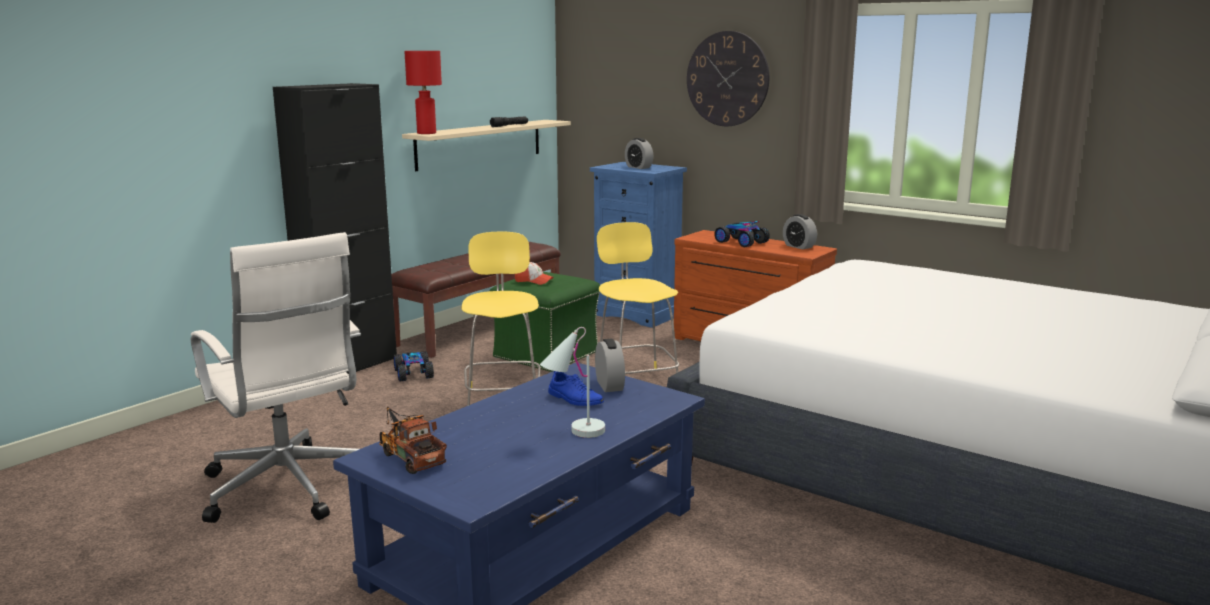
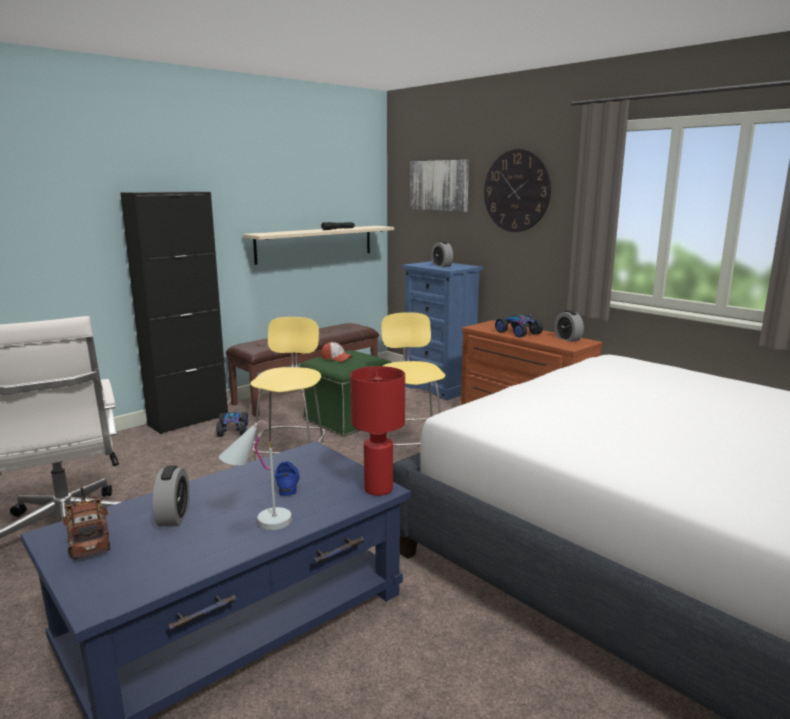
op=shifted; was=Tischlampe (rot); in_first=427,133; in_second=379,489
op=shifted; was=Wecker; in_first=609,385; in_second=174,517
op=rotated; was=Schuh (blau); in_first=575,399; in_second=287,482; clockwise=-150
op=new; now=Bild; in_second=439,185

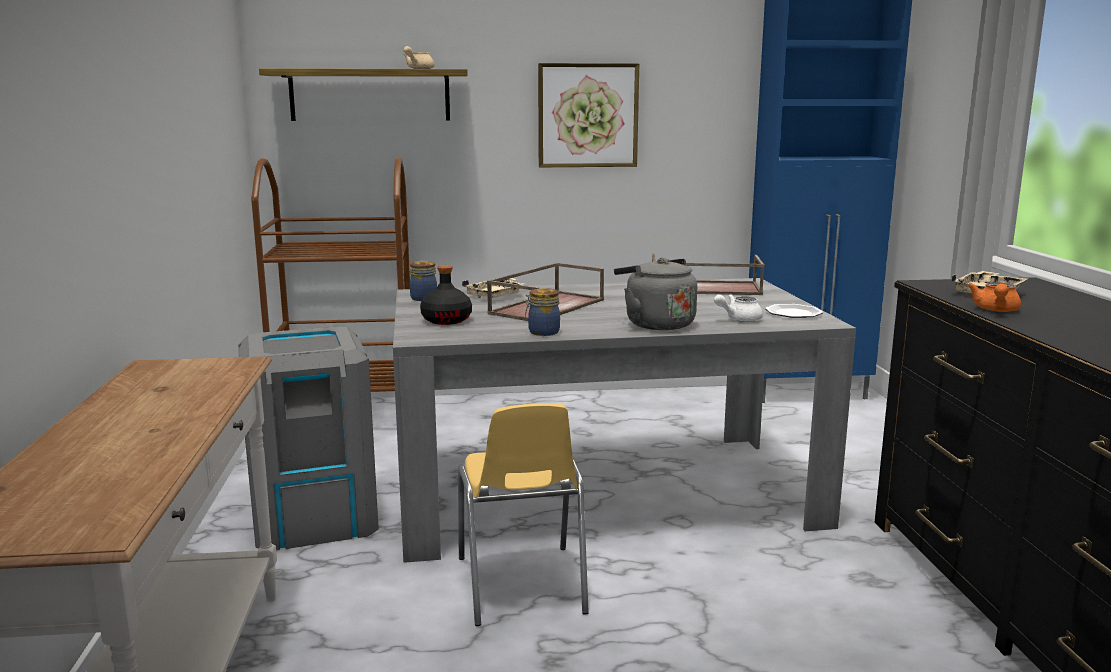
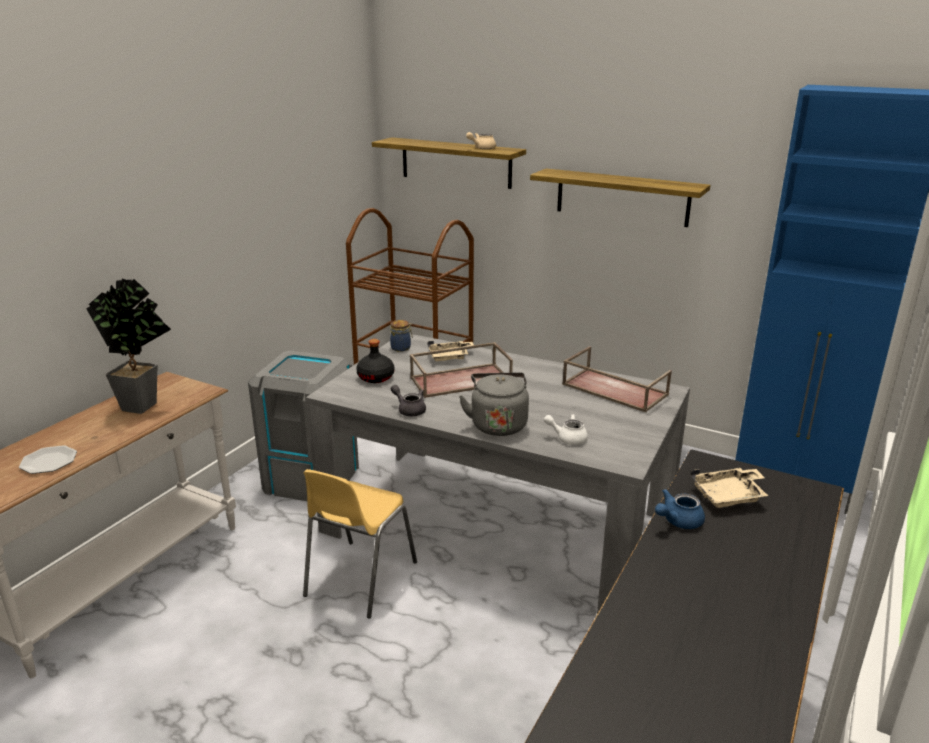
op=swapped; was=Bild; now=Wandregal; in_first=588,115; in_second=622,197
op=repainted; was=Teekanne (orange); now=Teekanne (blau); in_first=995,310; in_second=677,521
op=swapped; was=Vorratsglas; now=Teekanne (grau); in_first=542,332; in_second=409,410
op=shifted; was=Teller; in_first=793,313; in_second=48,462
op=new; now=Topfpflanze; in_second=145,404

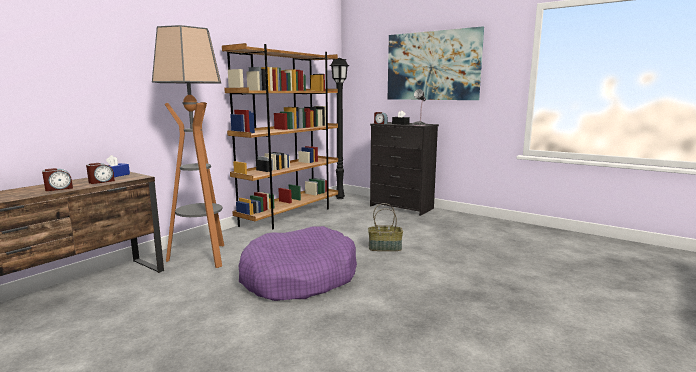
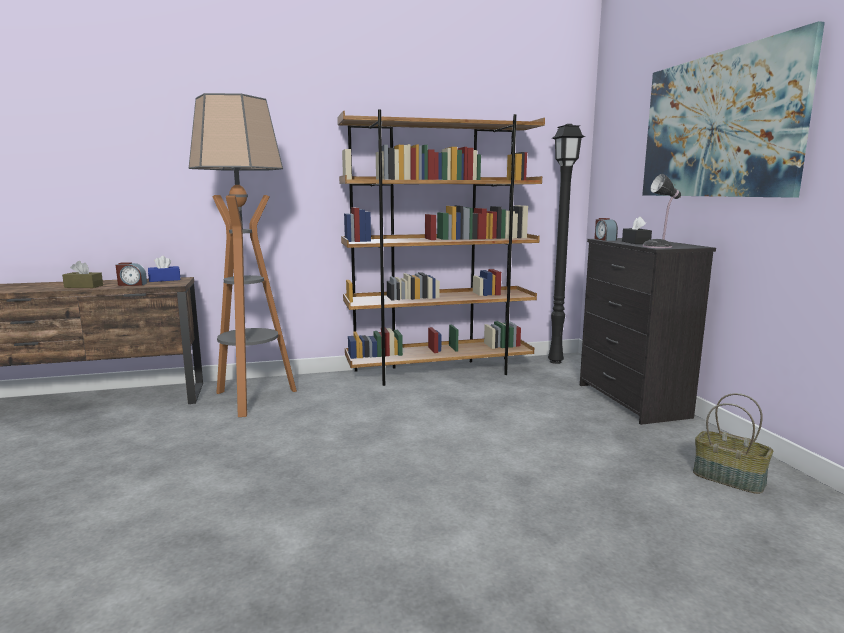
op=swapped; was=Wecker; now=Taschentuchbox (braun); in_first=59,188; in_second=83,286
op=shifted; was=Korb; in_first=385,247; in_second=729,478
op=gone; was=Hundebett (lila); in_first=299,277

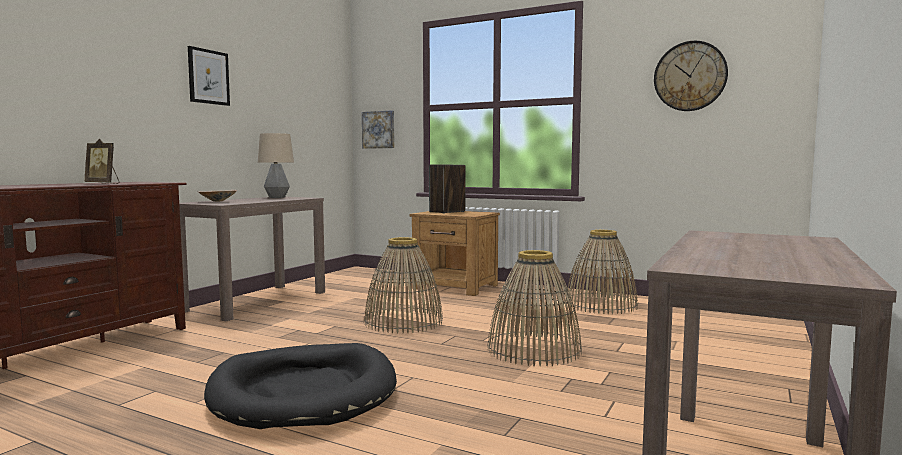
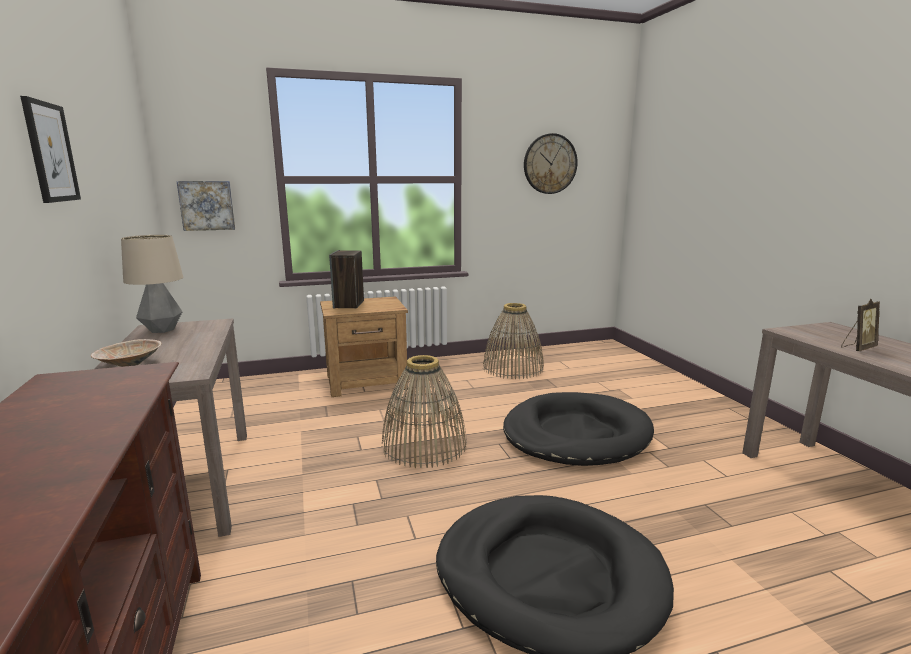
op=shifted; was=Bilderrahmen; in_first=103,183; in_second=857,348
op=swapped; was=Korb; now=Hundebett (schwarz); in_first=533,350; in_second=576,434

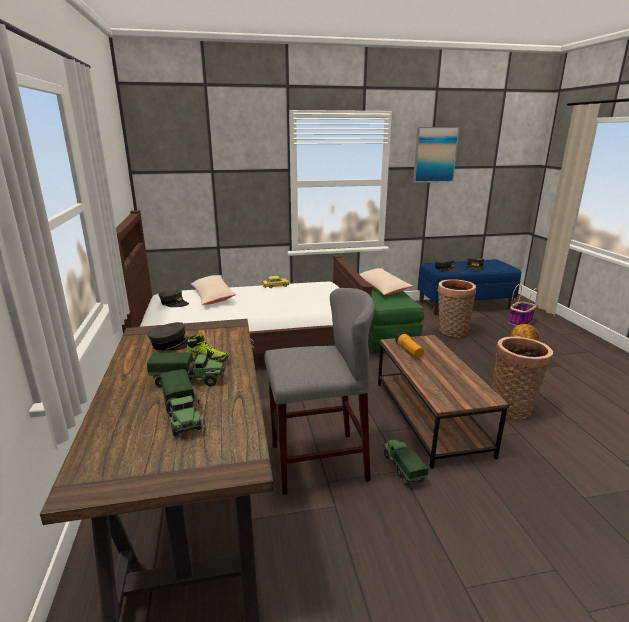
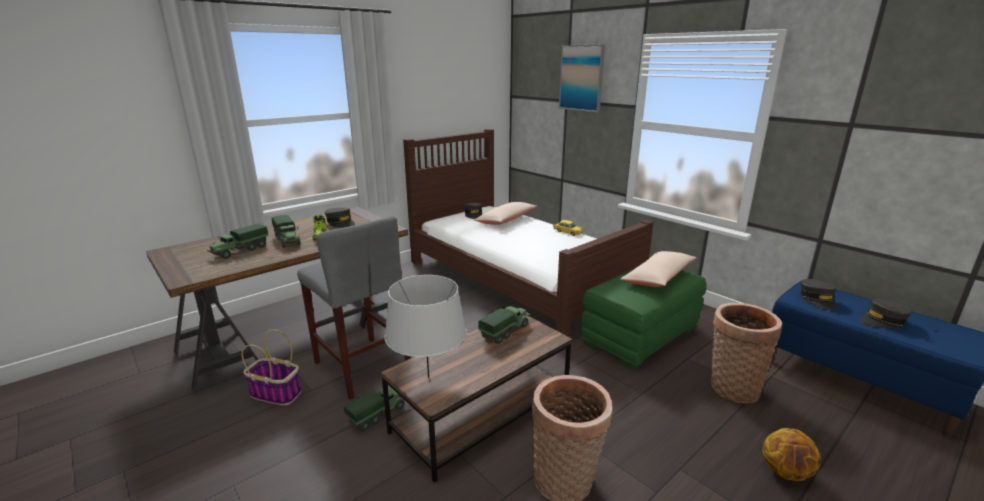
op=shifted; was=Bild; in_first=435,155; in_second=581,78
op=shifted; was=Korb; in_first=520,321; in_second=277,393
op=swapped; was=Taschenlampe; now=Spielzeuglaster; in_first=409,351; in_second=505,331
op=new; now=Tischlampe (grau); in_second=428,378

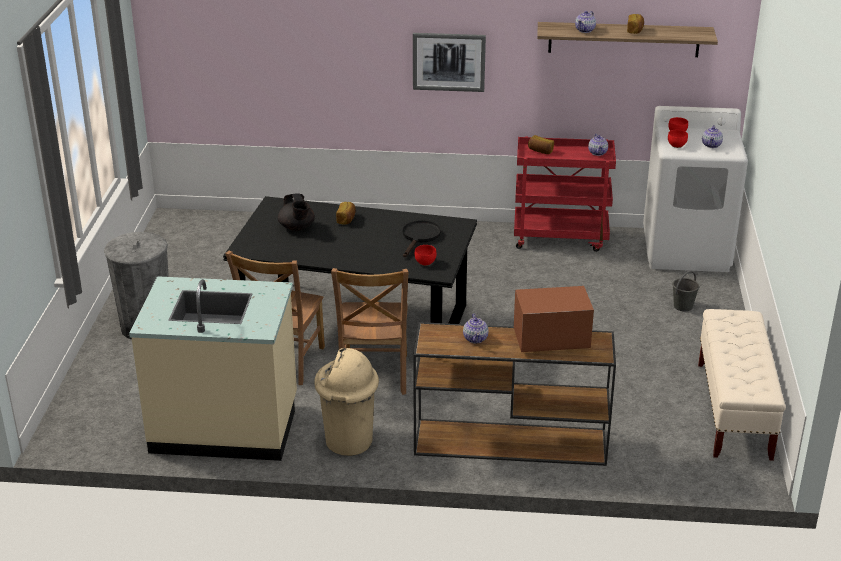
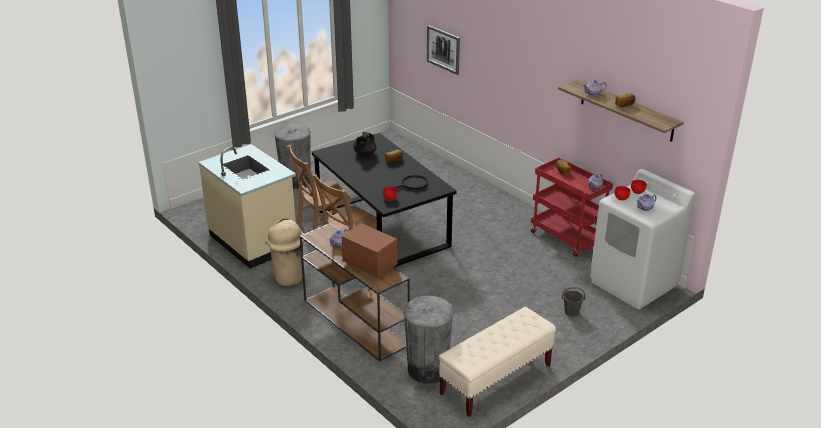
op=shifted; was=Bild; in_first=449,61; in_second=443,49
op=new; now=Mülleimer (grau); in_second=428,369

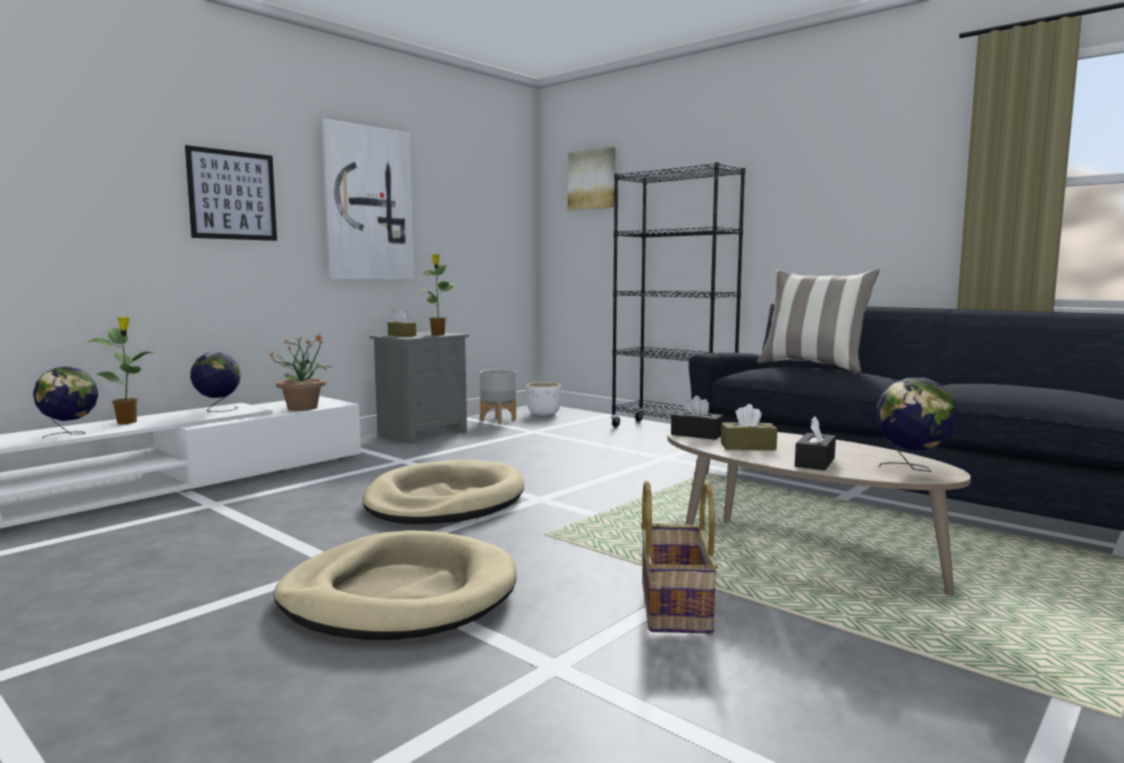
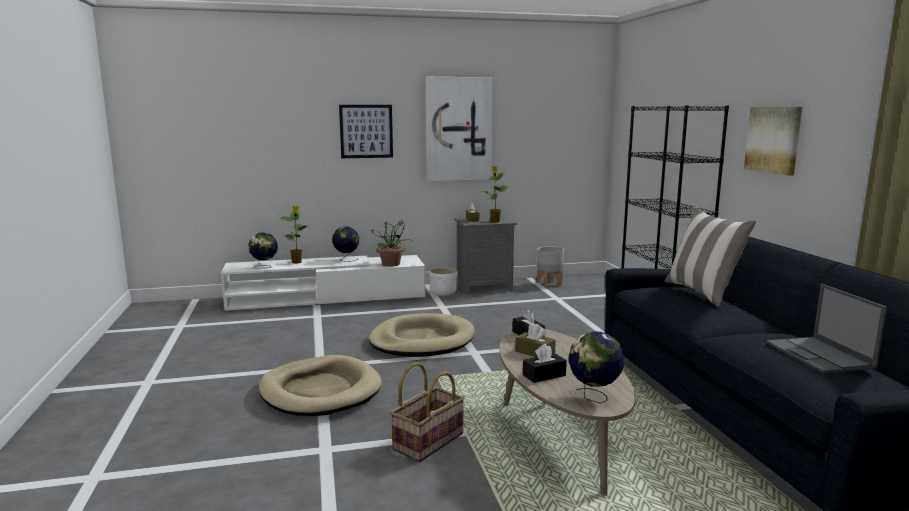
op=shifted; was=Bild; in_first=592,179; in_second=773,139
op=shifted; was=Pflanzkübel (weiß); in_first=544,414; in_second=444,294
op=new; now=Laptop; in_second=820,355

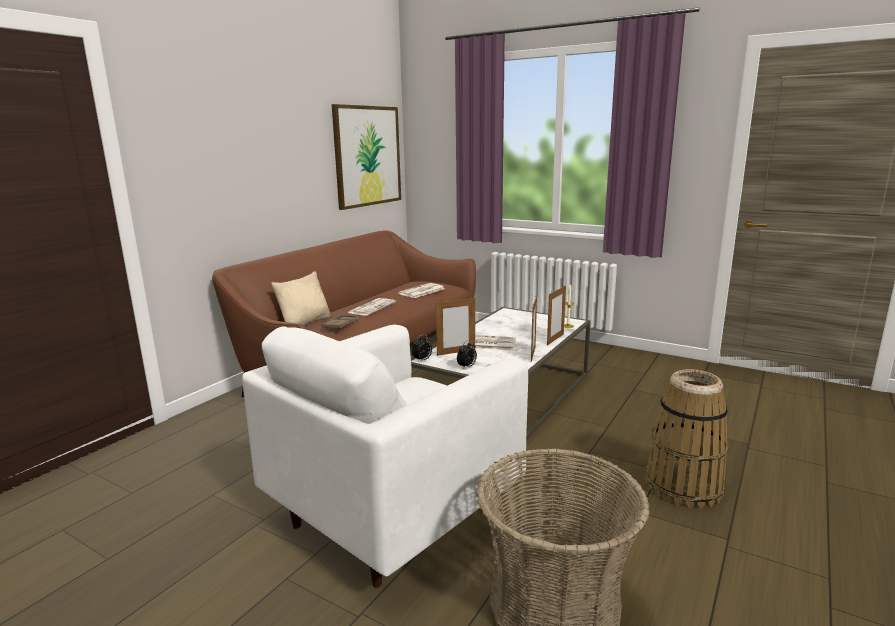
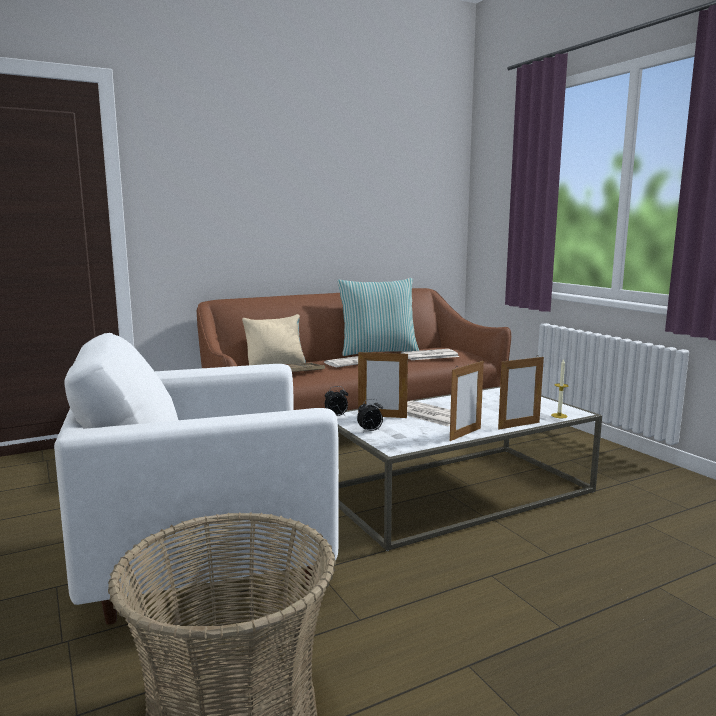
op=gone; was=Bild; in_first=367,156
op=gone; was=Korb; in_first=683,486
op=new; now=Kissen; in_second=378,352

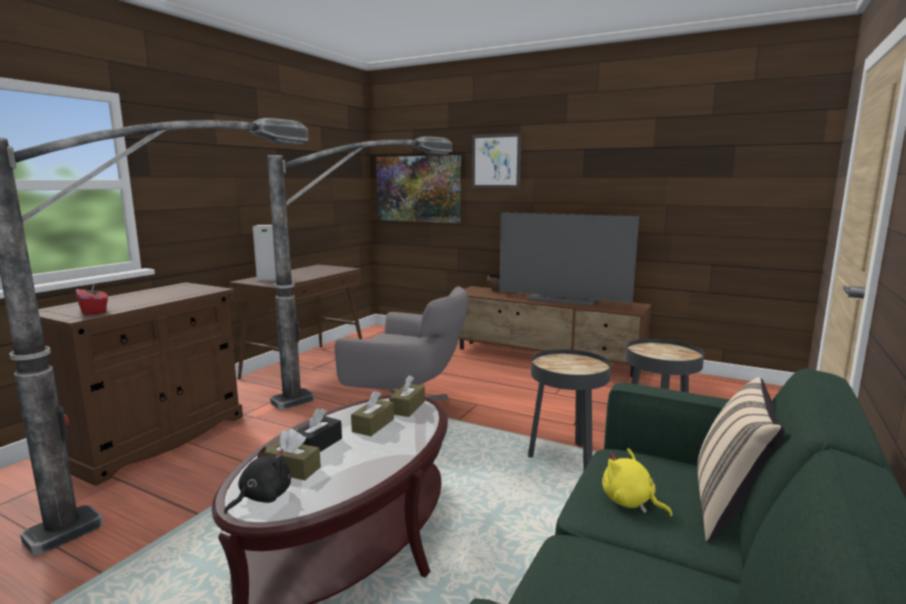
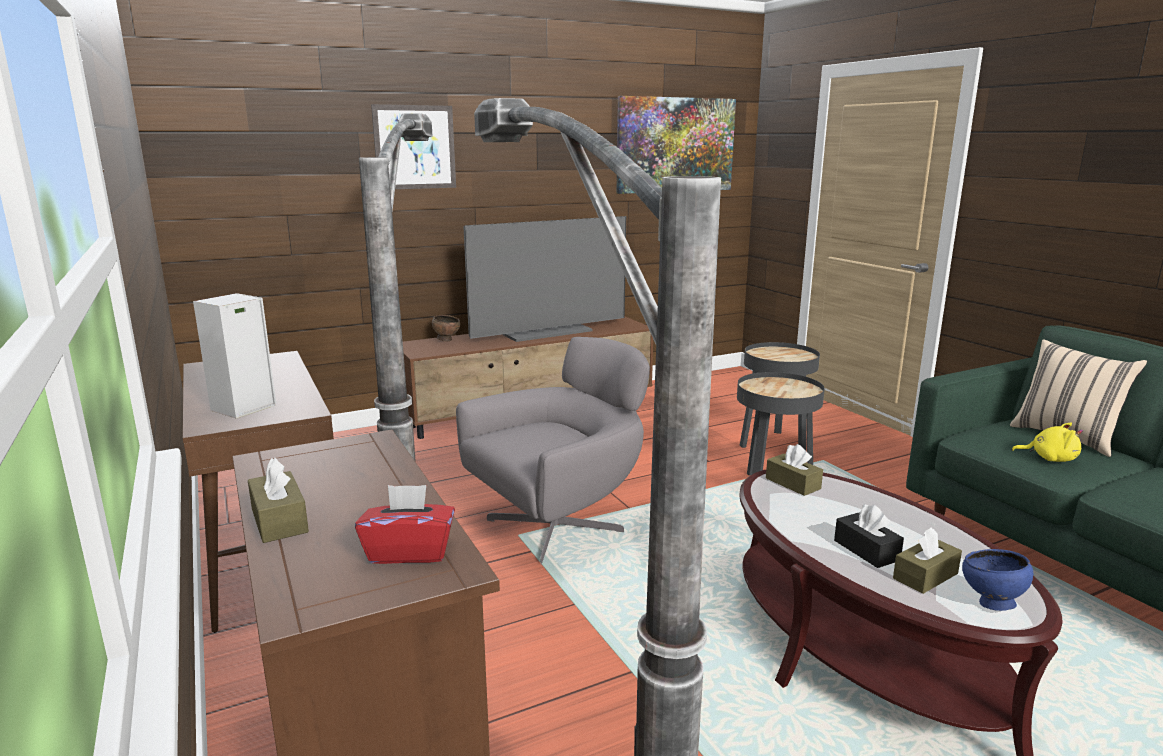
op=shifted; was=Bild; in_first=418,189; in_second=675,145
op=shifted; was=Taschentuchbox (braun); in_first=373,425; in_second=279,520
op=swapped; was=Plüschtier (schwarz); now=Schüssel (blau); in_first=262,497; in_second=991,604
op=rotated; was=Plüschtier (gelb); in_first=630,502; in_second=1049,458; clockwise=-150

